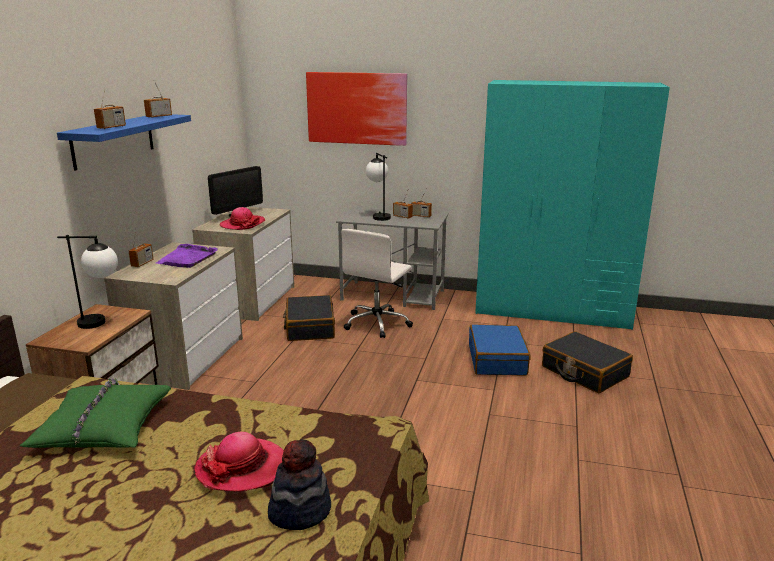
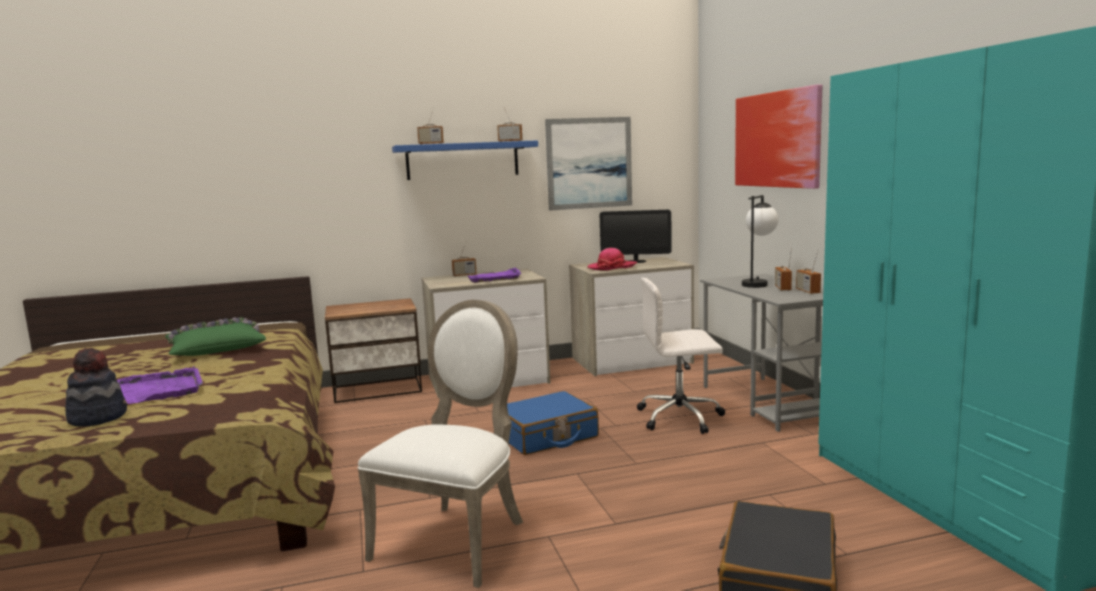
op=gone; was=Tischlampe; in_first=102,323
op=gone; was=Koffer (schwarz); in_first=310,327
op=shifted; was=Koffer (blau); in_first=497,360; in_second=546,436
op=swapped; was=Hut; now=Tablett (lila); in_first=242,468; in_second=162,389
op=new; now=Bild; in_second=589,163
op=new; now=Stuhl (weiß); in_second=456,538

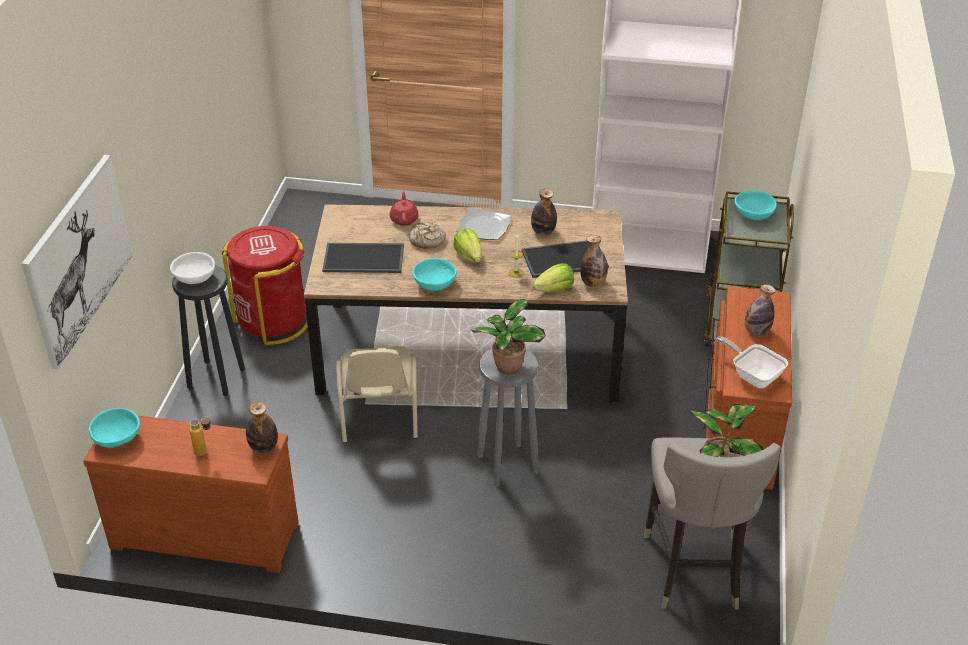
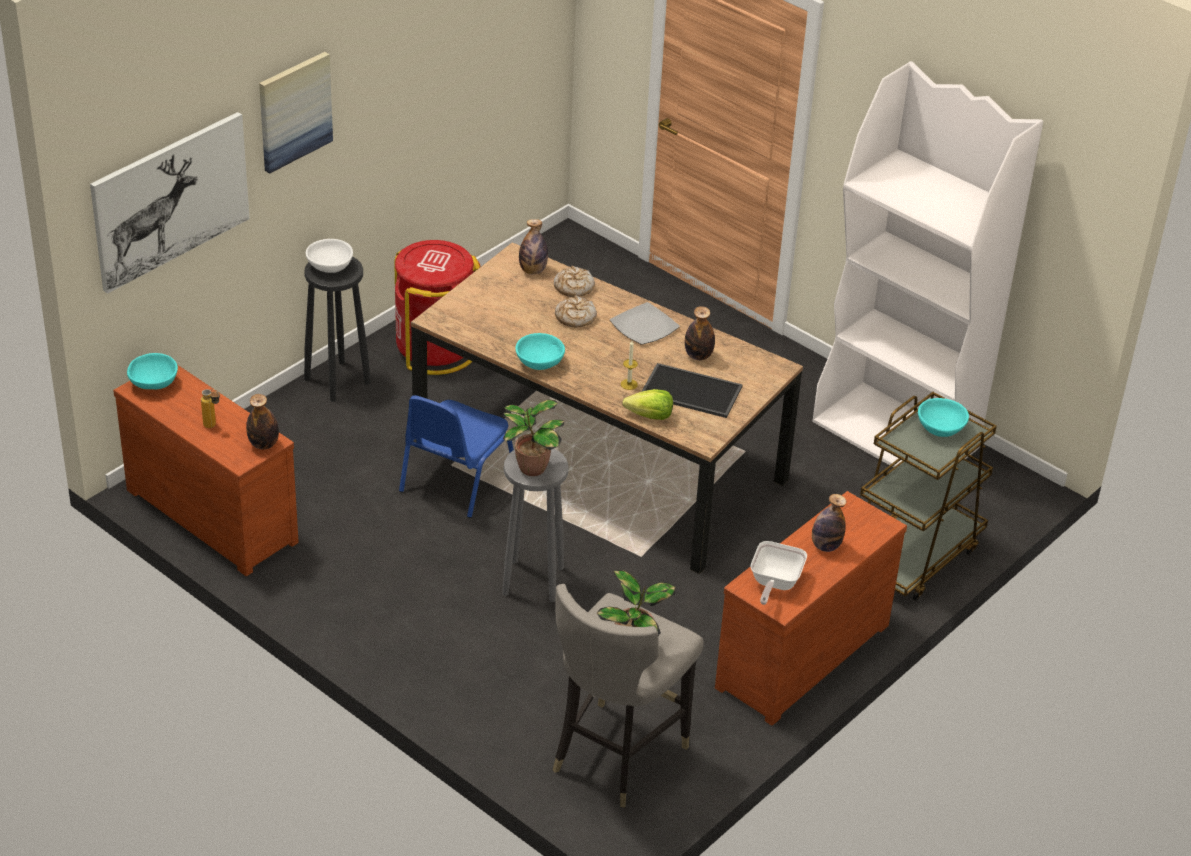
op=swapped; was=Teekanne (rot); now=Brot; in_first=404,219; in_second=573,287
op=gone; was=Salatkopf; in_first=469,256
op=shifted; was=Flasche; in_first=593,283; in_second=532,270
op=gone; was=Tablett; in_first=364,257
op=rotated; was=Pfanne; in_first=753,375; in_second=774,584; clockwise=-150
op=repainted; was=Stuhl (beige); now=Stuhl (blau); in_first=378,414; in_second=455,480
op=new; now=Bild; in_second=294,111

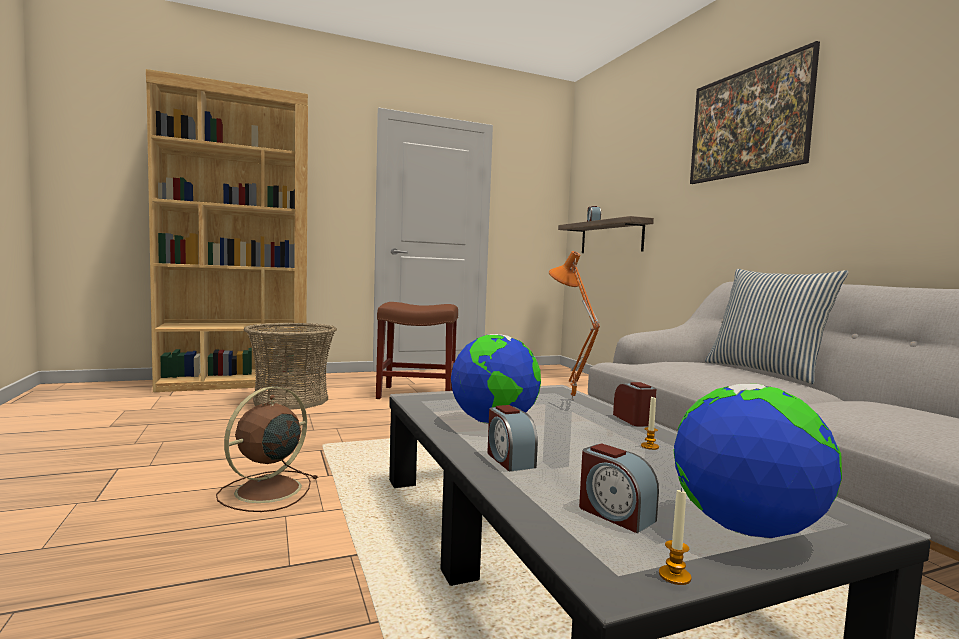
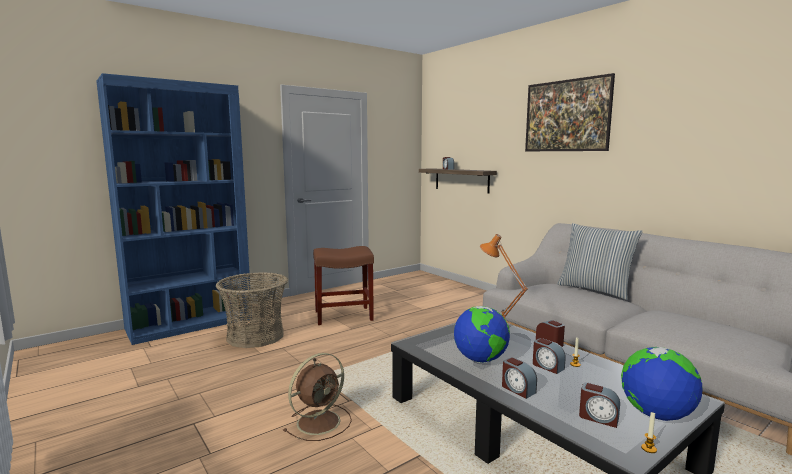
op=repainted; was=Bücherregal (braun); now=Bücherregal (blau); in_first=235,382; in_second=190,324
op=rotated; was=Ventilator (braun); in_first=266,491; in_second=320,421; clockwise=-150
op=new; now=Wecker; in_second=547,366

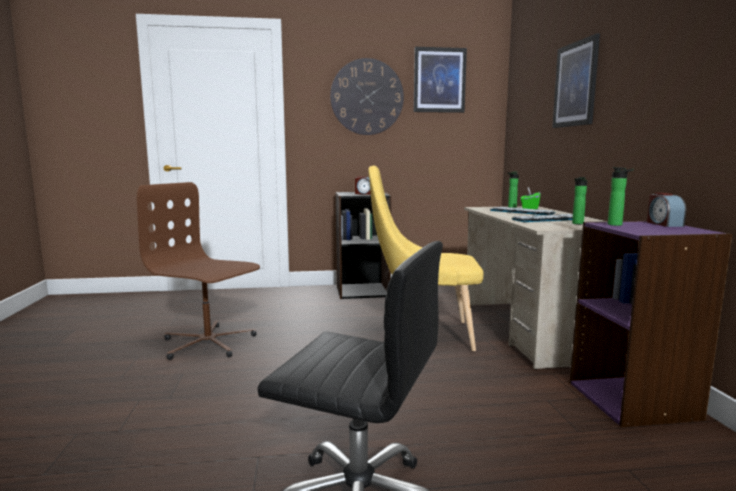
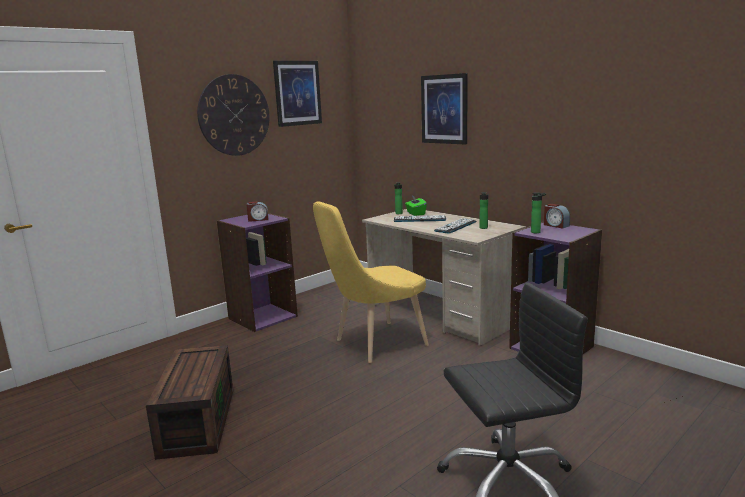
op=swapped; was=Bürostuhl (braun); now=Aufbewahrungsbox (braun); in_first=208,343; in_second=196,421
op=repainted; was=Bücherregal (schwarz); now=Bücherregal (lila); in_first=362,291; in_second=262,317

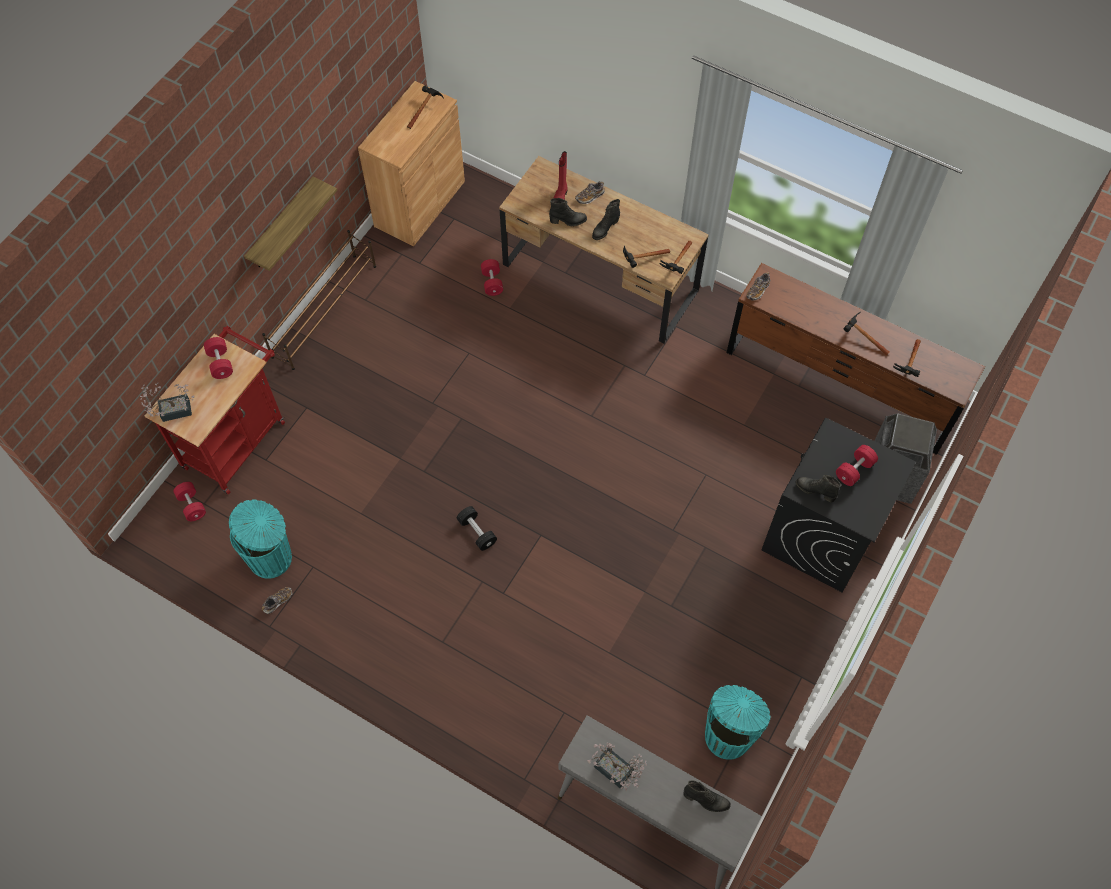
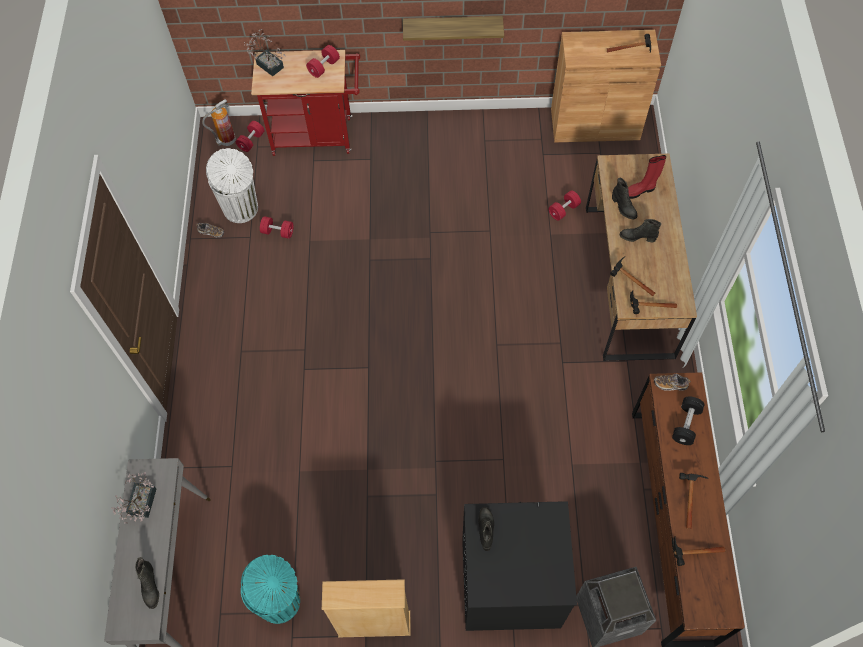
op=gone; was=Schuh; in_first=590,196
op=gone; was=Schuhregal (braun); in_first=325,310
op=shifted; was=Hantel (rot); in_first=854,470; in_second=278,232
op=repainted; was=Mülleimer (türkis); now=Mülleimer (weiß); in_first=272,558; in_second=241,209
op=shifted; was=Hantel (schwarz); in_first=477,532; in_second=686,424
op=new; now=Feuerlöscher; in_second=227,141
op=new; now=Bücherregal (beige); in_second=374,624

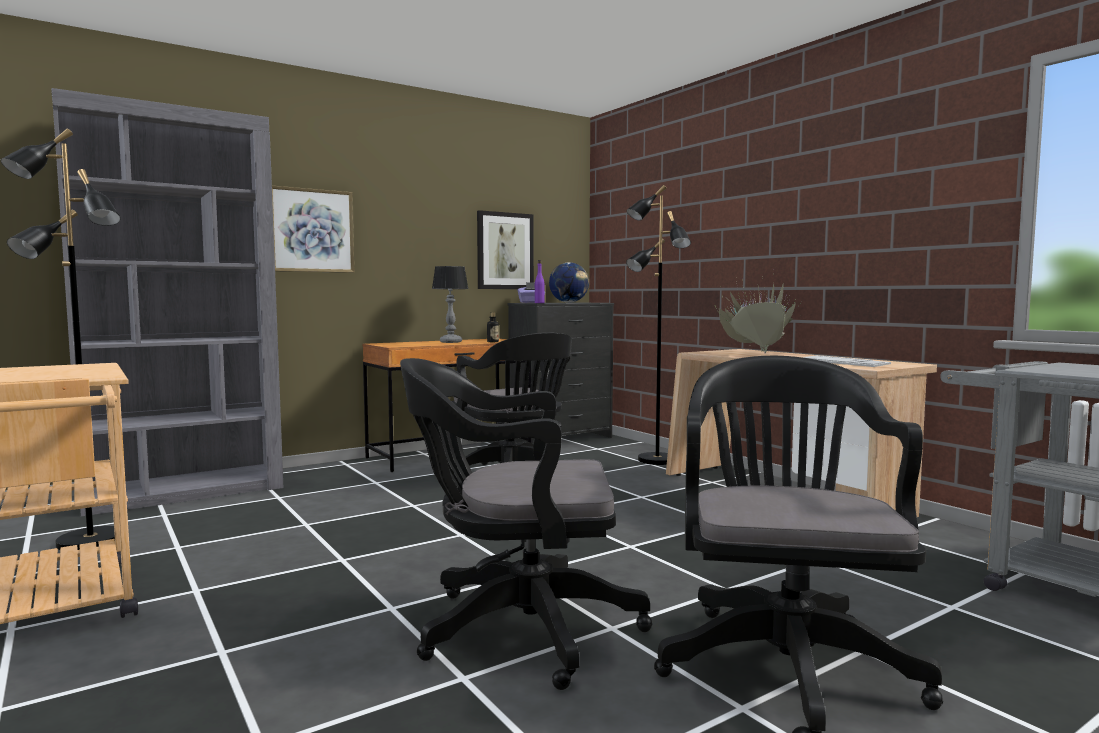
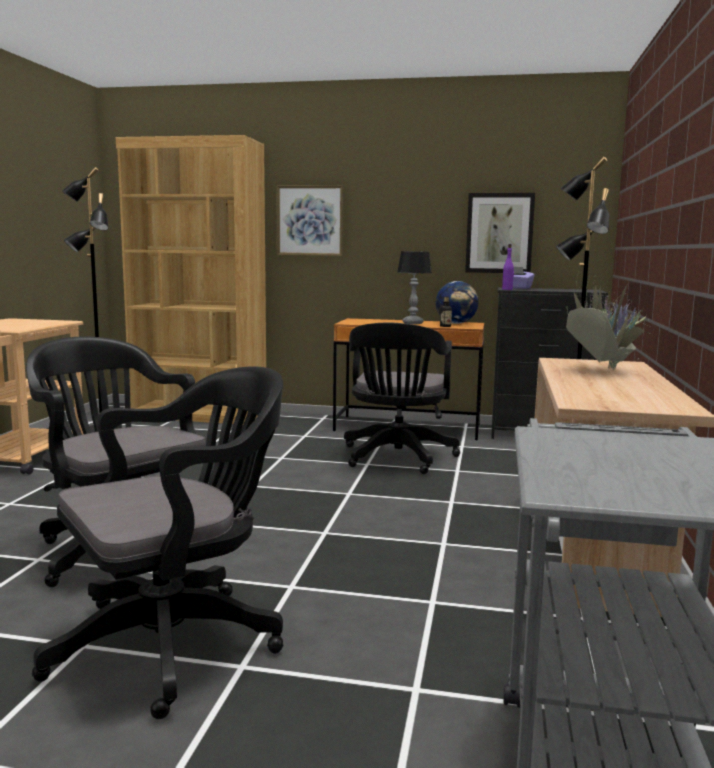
op=repainted; was=Bücherregal (grau); now=Bücherregal (braun); in_first=185,492; in_second=199,415
op=shifted; was=Globus; in_first=569,302; in_second=456,323
op=gone; was=Tastatur; in_first=843,362

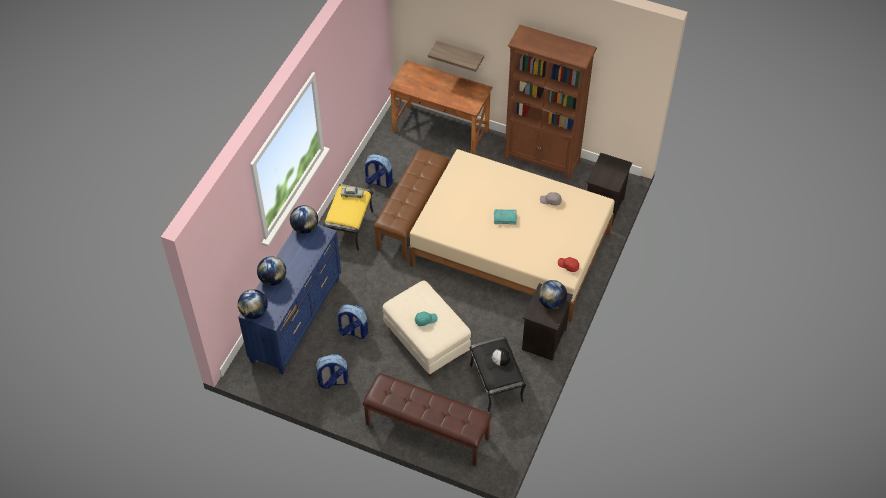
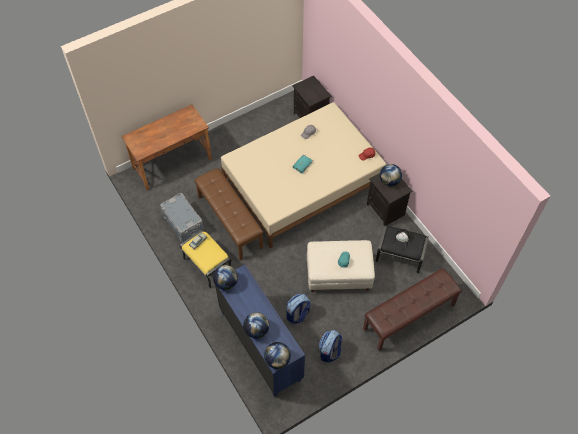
op=gone; was=Bücherregal (braun); in_first=542,159
op=gone; was=Wandregal; in_first=460,55
op=swapped; was=Rucksack; now=Aufbewahrungsbox (grau); in_first=378,182; in_second=183,225

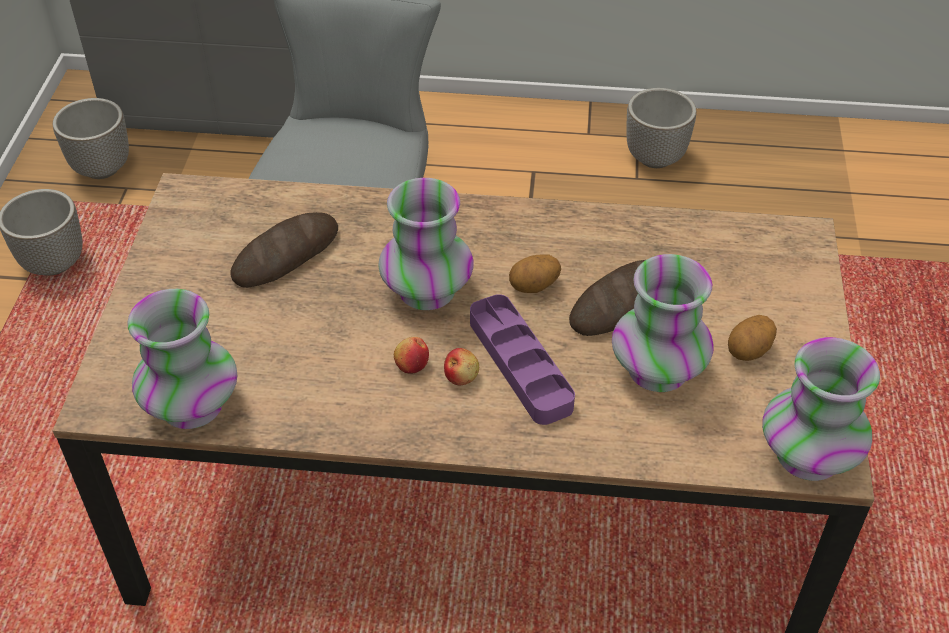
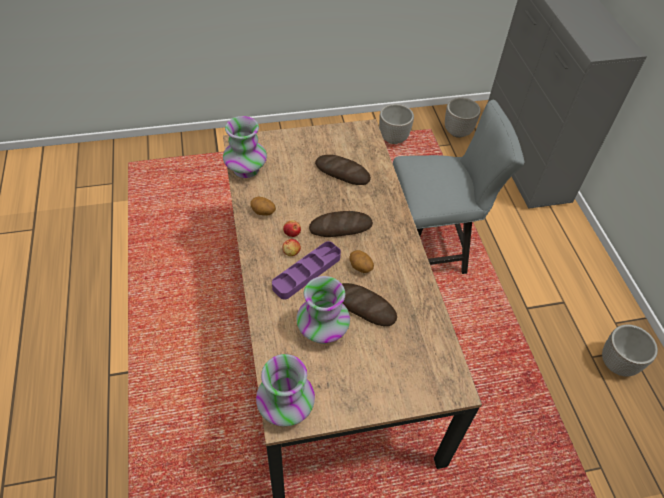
op=swapped; was=Vase; now=Brot; in_first=427,291; in_second=340,227
op=shifted; was=Kartoffel; in_first=749,351; in_second=263,212

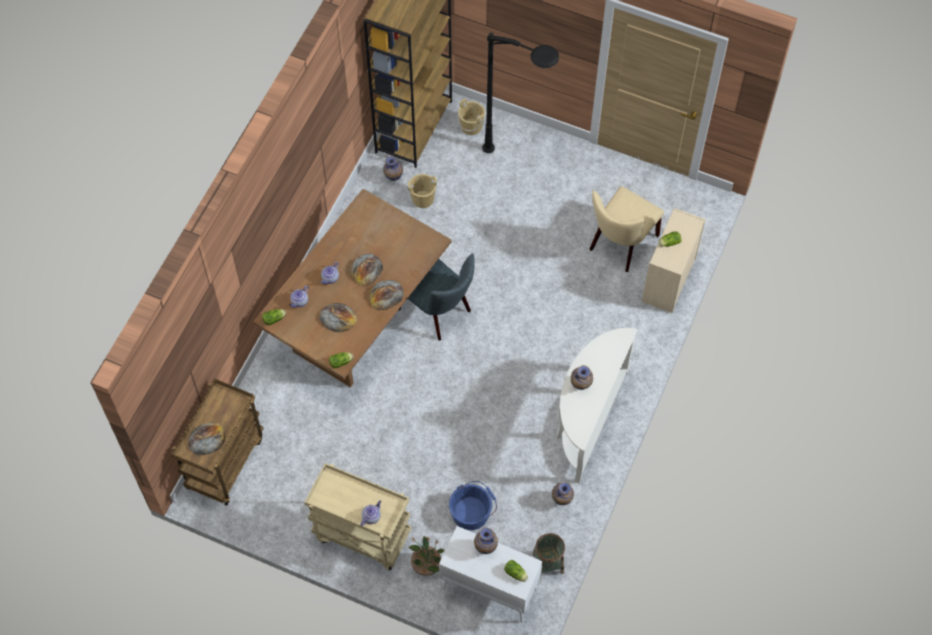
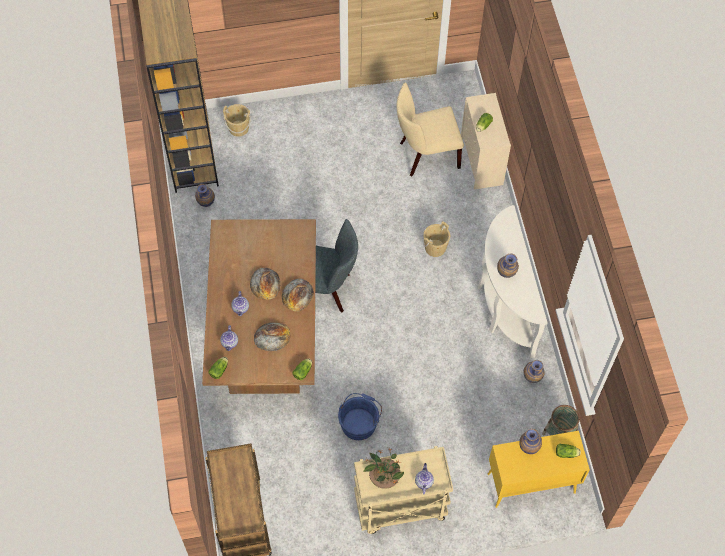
op=gone; was=Stehlampe (schwarz); in_first=522,164
op=shifted; was=Eimer (beige); in_first=423,199; in_second=435,248
op=rotated; was=Stuhl (beige); in_first=620,245; in_second=425,155; clockwise=75
op=gone; was=Brot; in_first=206,438
op=shifted; was=Eimer (blau); in_first=472,511; in_second=359,422
op=repainted; was=Schrank (weiß); now=Schrank (gelb); in_first=488,589; in_second=530,483
op=shifted; was=Topfpflanze; in_first=426,565; in_second=384,478

